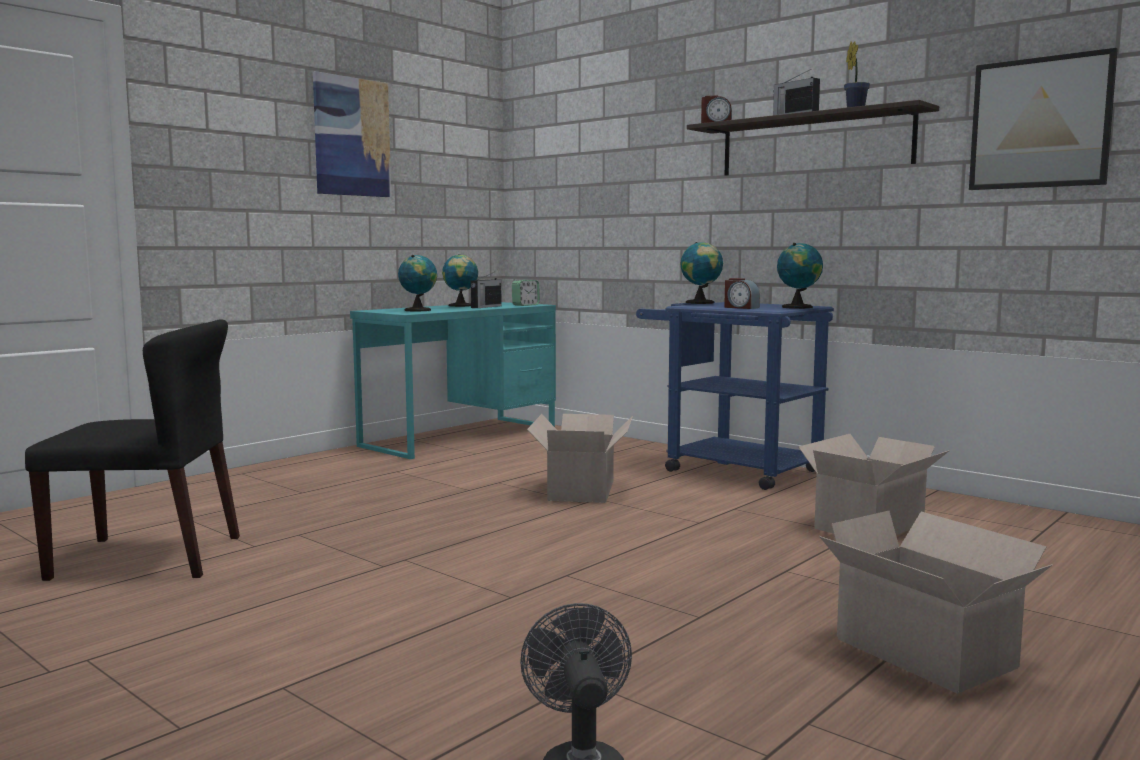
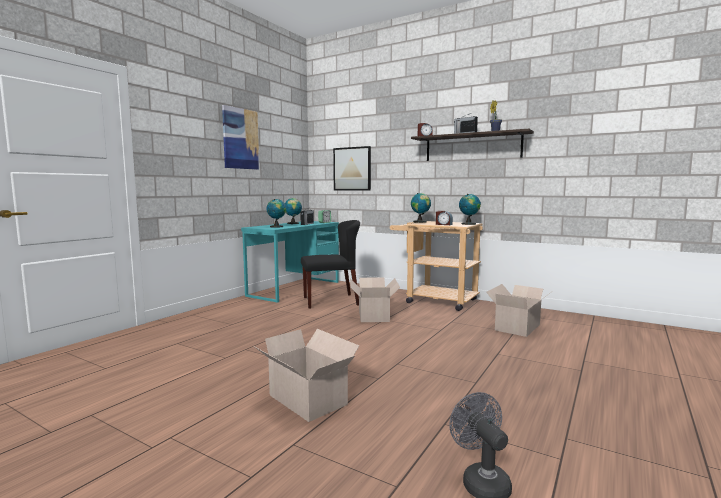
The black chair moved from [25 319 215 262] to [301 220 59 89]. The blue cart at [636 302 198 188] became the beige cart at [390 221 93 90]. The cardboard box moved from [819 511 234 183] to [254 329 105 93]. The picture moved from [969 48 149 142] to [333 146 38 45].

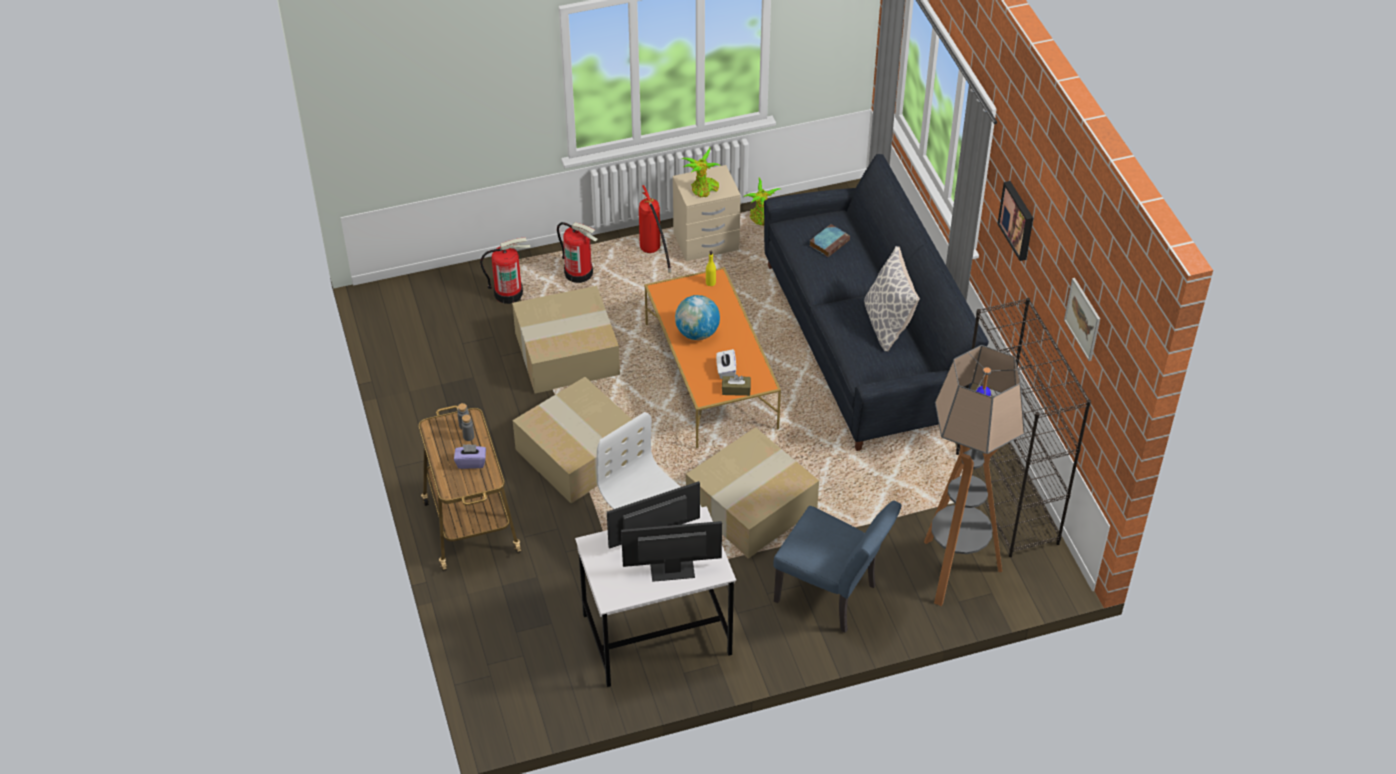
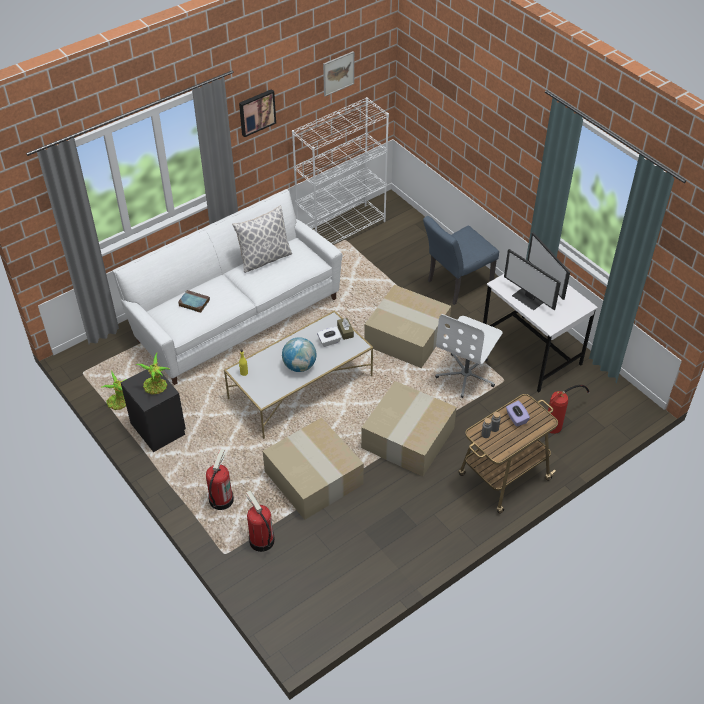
The fire extinguisher moved from [639 185 33 88] to [548 385 42 49]. The orange coffee table at [644 267 137 182] became the white coffee table at [224 310 149 129]. The beige nightstand at [673 165 68 96] became the black nightstand at [121 367 65 85]. The black sofa at [764 154 225 297] became the white sofa at [112 189 230 196]. The blue chair at [773 501 129 131] turned 135 degrees counterclockwise. The floor lamp at [924 345 101 261] disappeared. The black bookcase at [956 298 135 259] became the white bookcase at [292 97 97 147].

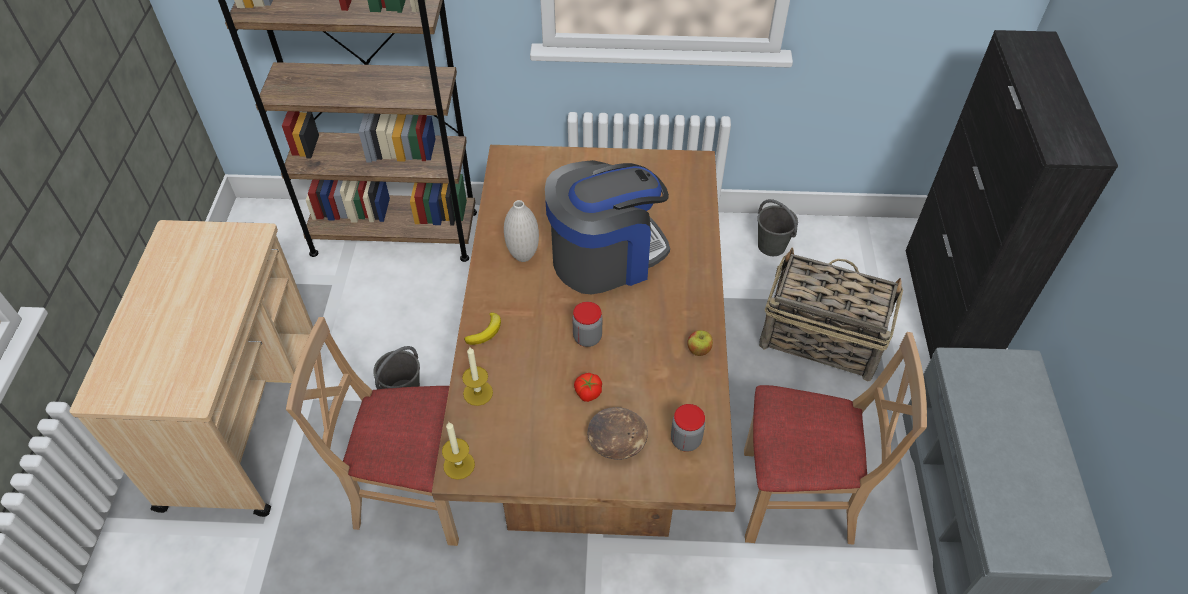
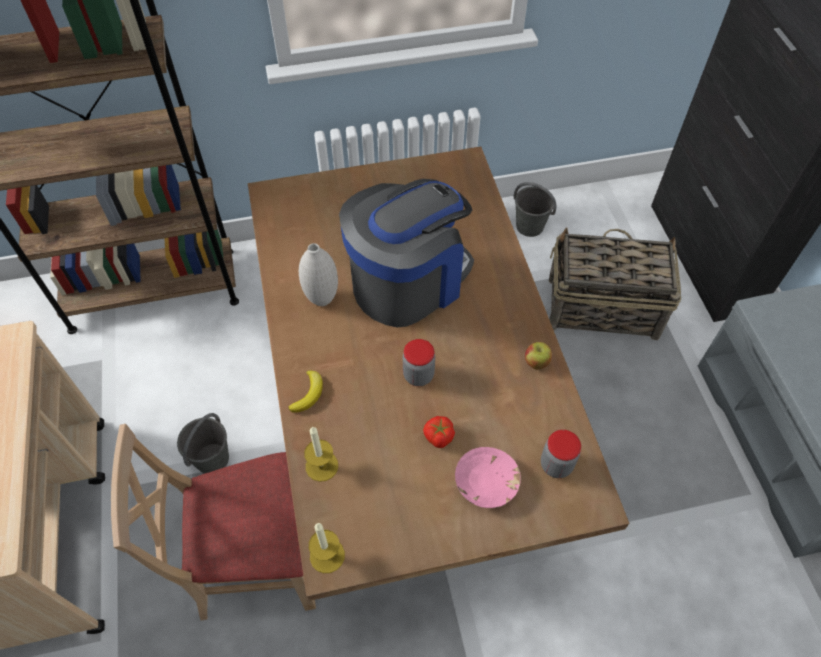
The brown bowl at [588 407 60 53] became the pink bowl at [455 447 66 61]. The beige chair at [744 332 183 213] disappeared.

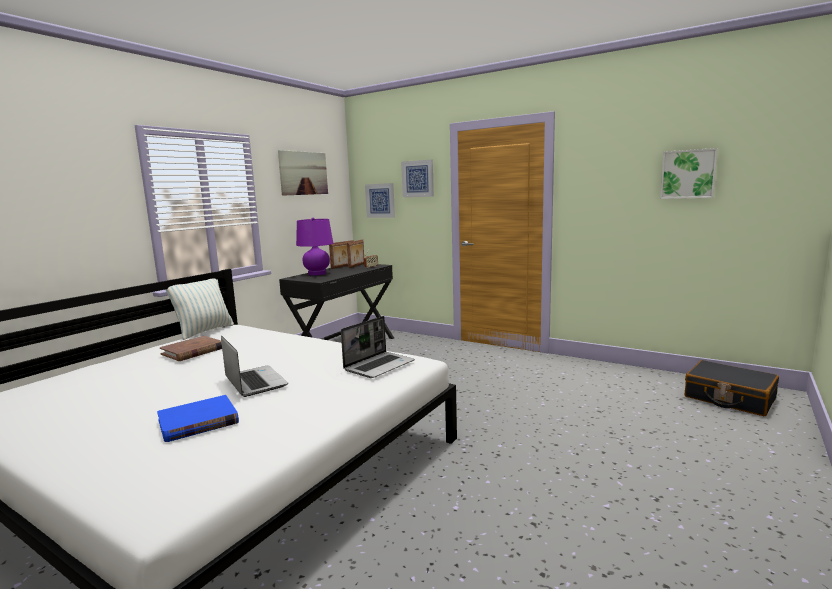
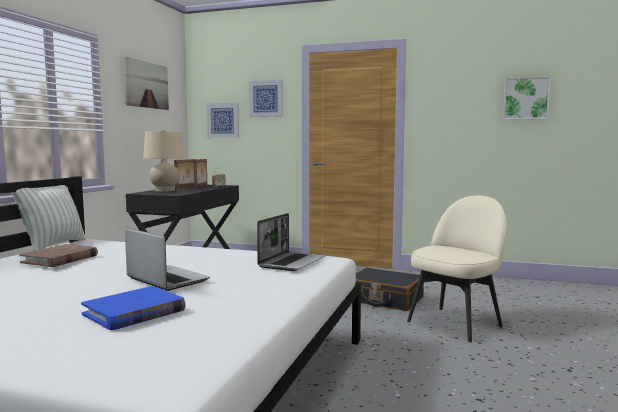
The purple table lamp at [296 218 37 57] became the beige table lamp at [143 129 41 63]. The black suitcase moved from [685 360 94 56] to [356 268 68 43]. The beige chair at [407 195 100 147] appeared.

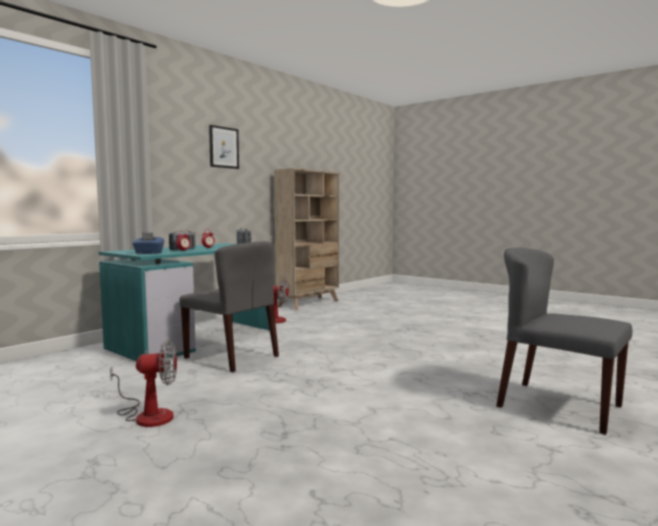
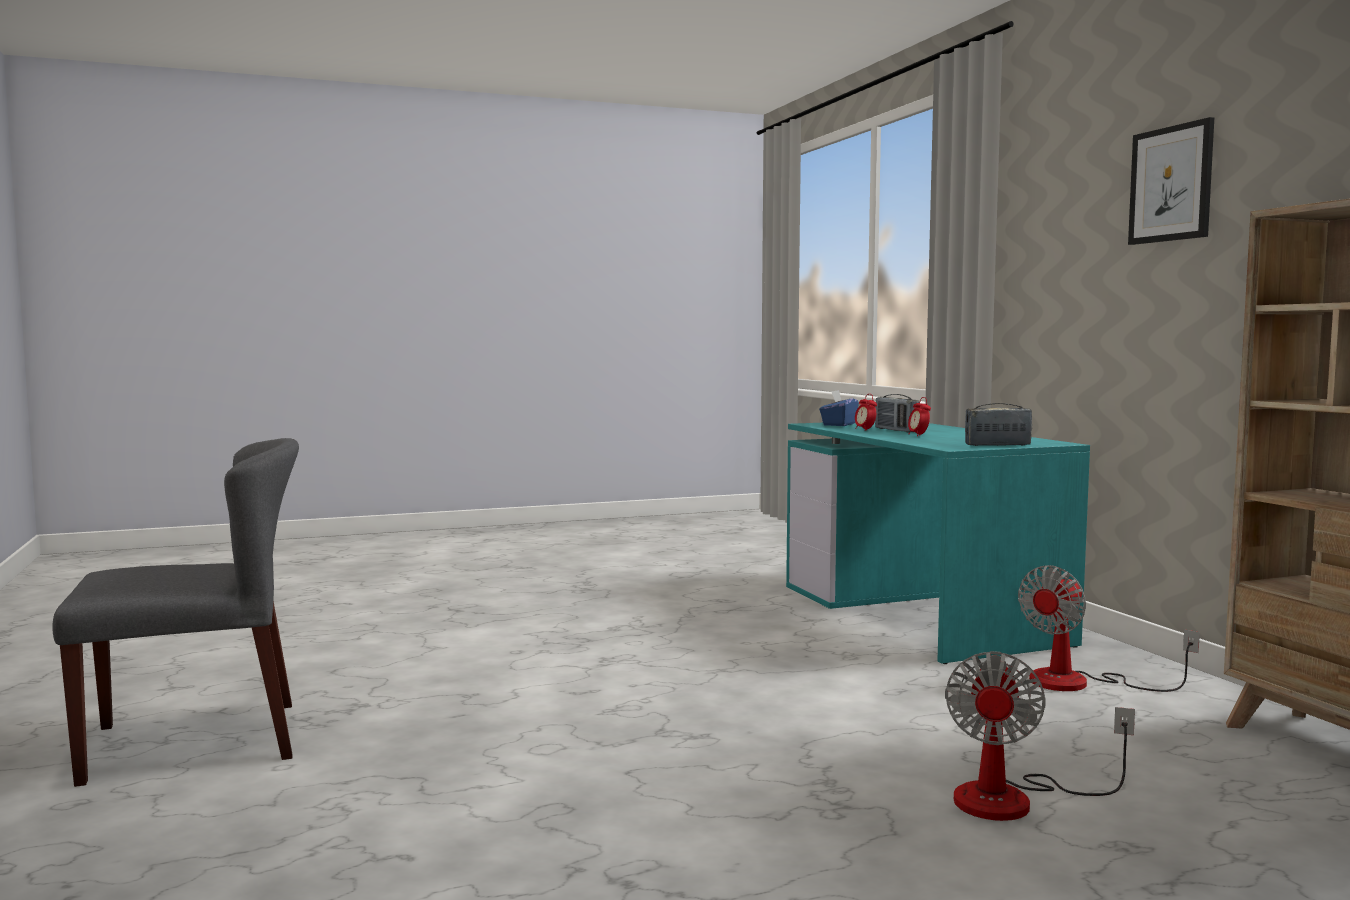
The fan moved from [110 340 67 87] to [945 651 190 170]. The grey chair at [180 241 99 131] disappeared.

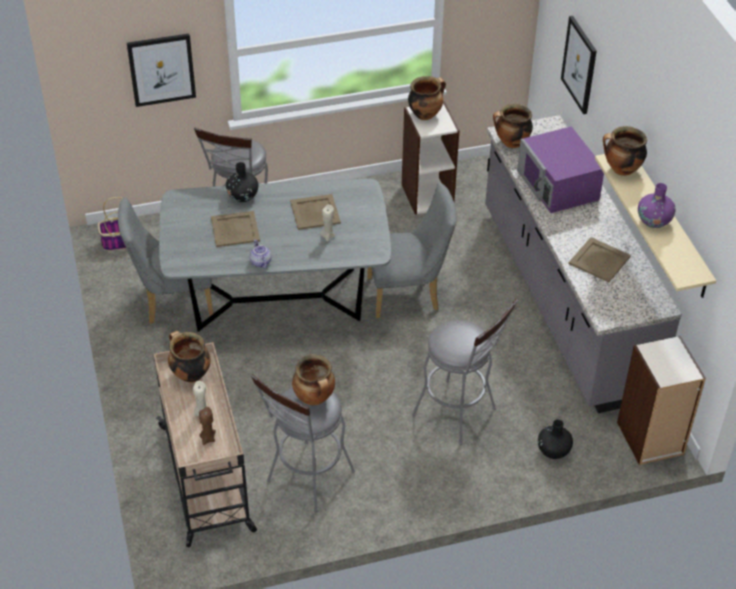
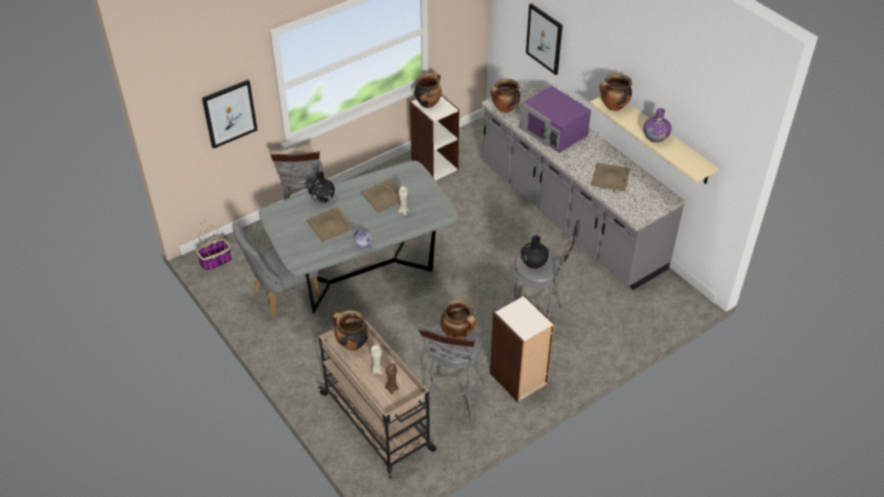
The grey chair at [367 183 90 135] disappeared. The black vase moved from [538 419 35 40] to [521 235 28 33]. The bookcase moved from [617 336 89 129] to [490 295 65 107].

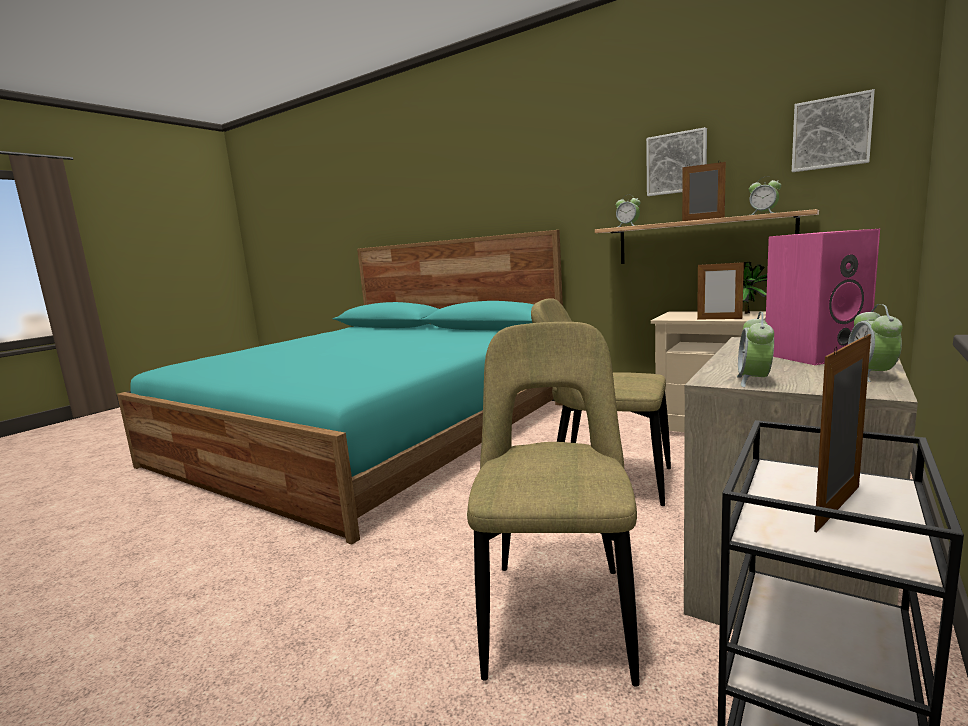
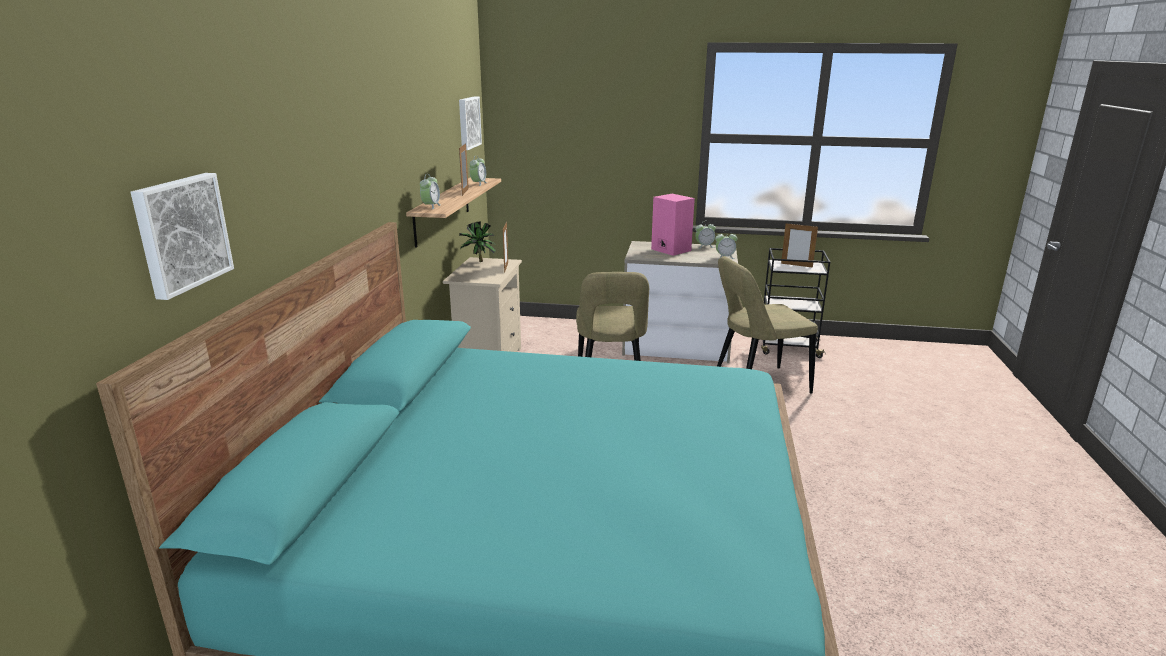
The picture moved from [646 127 61 69] to [131 173 103 127].

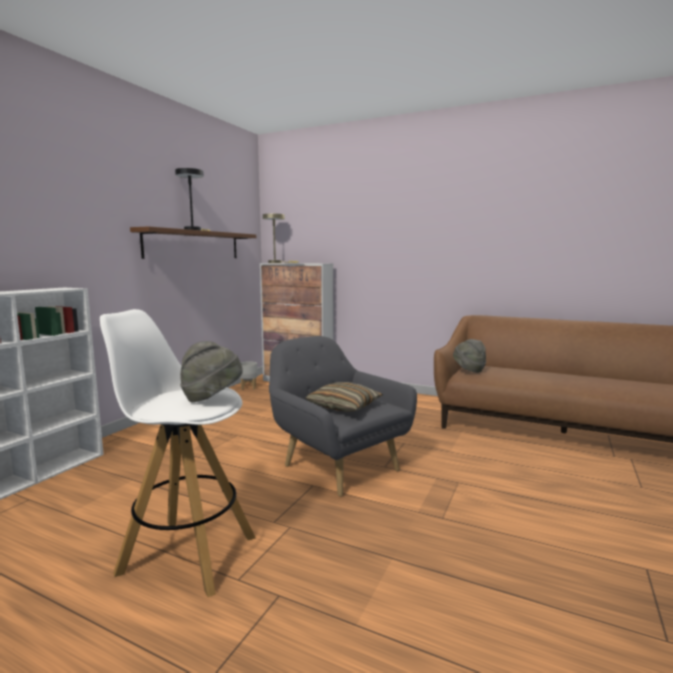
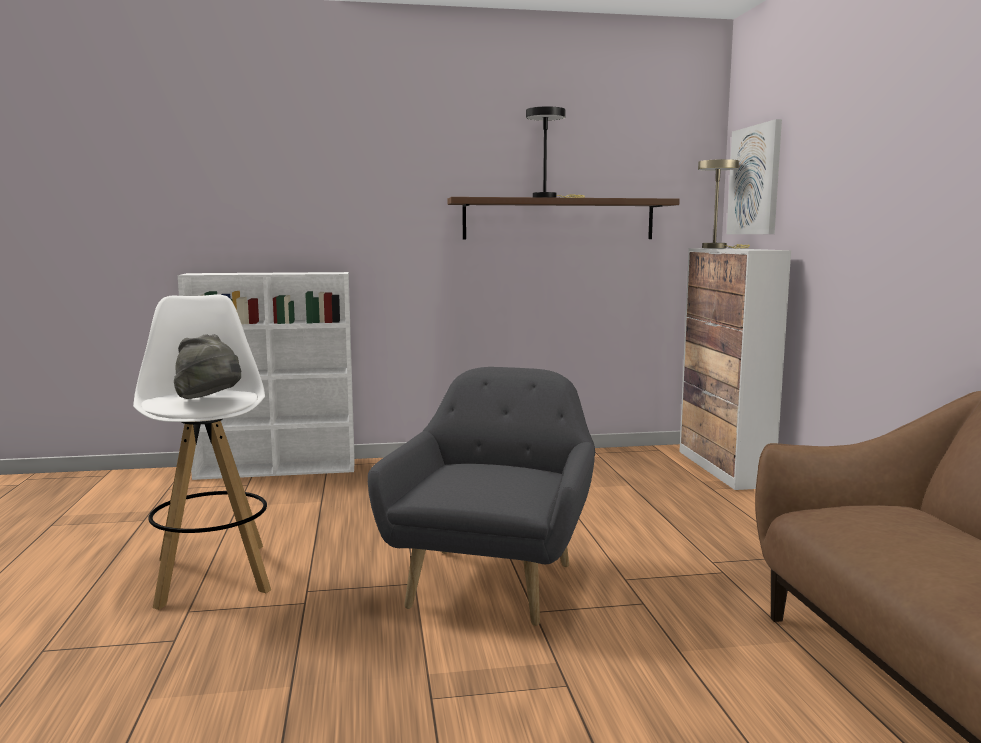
The grey planter at [239 361 19 29] disappeared. The pillow at [305 382 78 30] disappeared. The grey hat at [453 339 33 34] disappeared. The picture at [727 119 55 115] appeared.

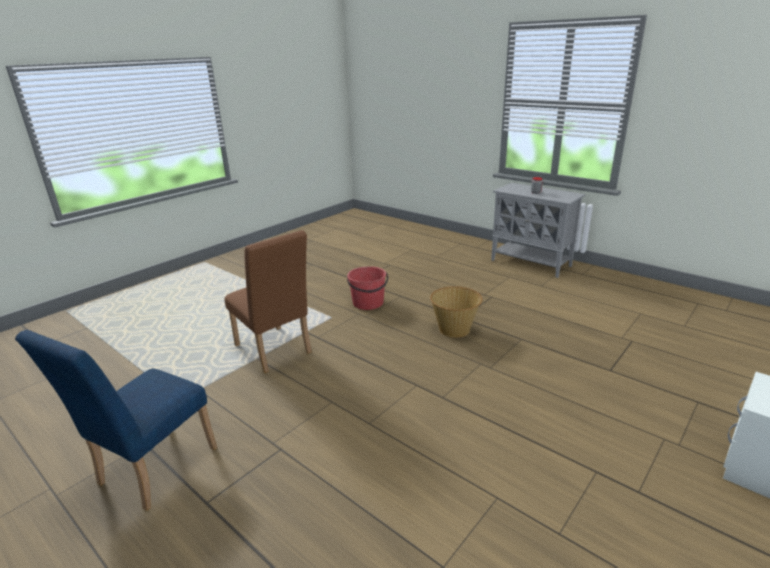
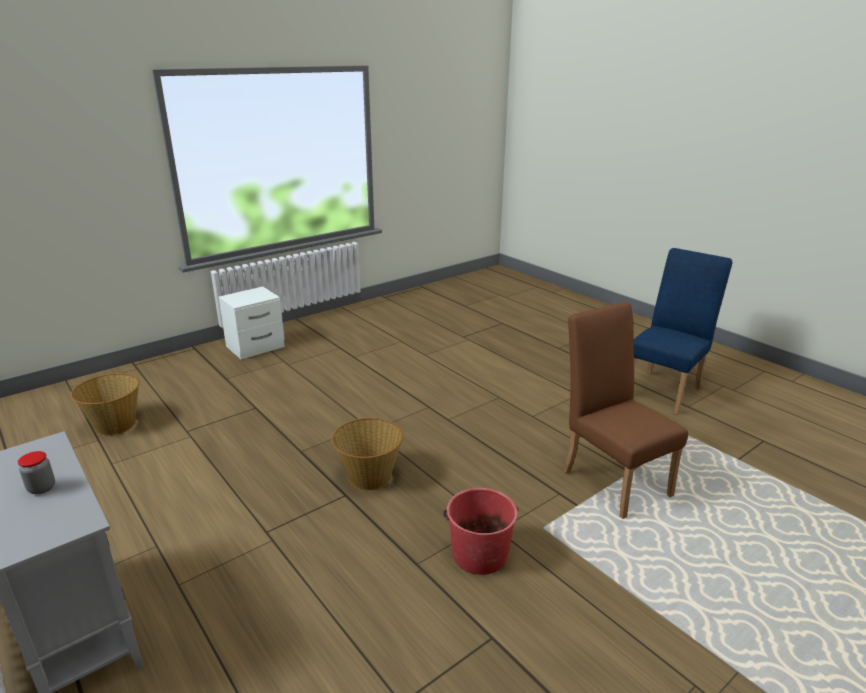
The basket at [70 373 70 63] appeared.

